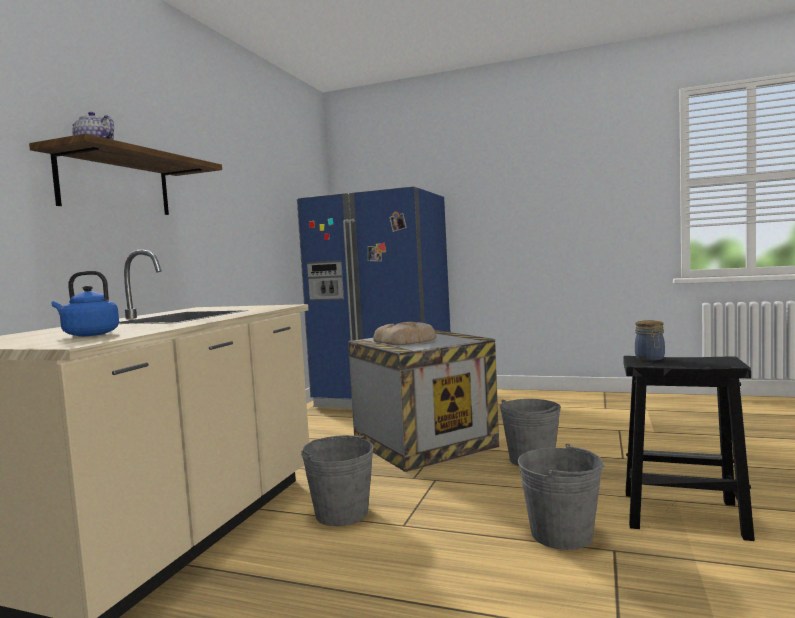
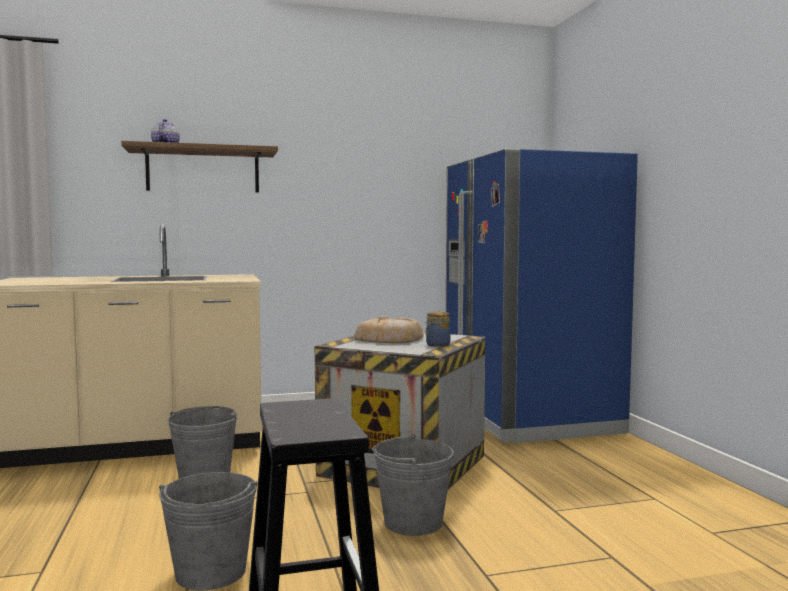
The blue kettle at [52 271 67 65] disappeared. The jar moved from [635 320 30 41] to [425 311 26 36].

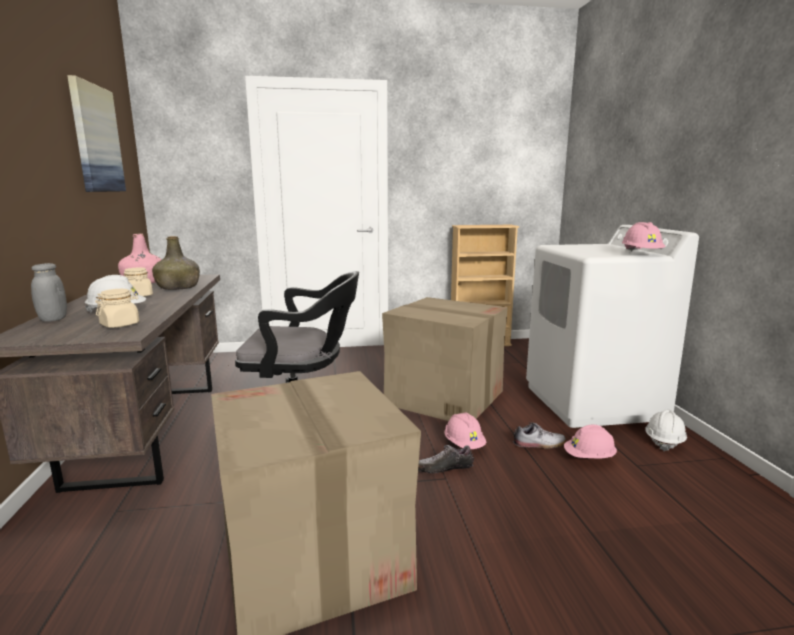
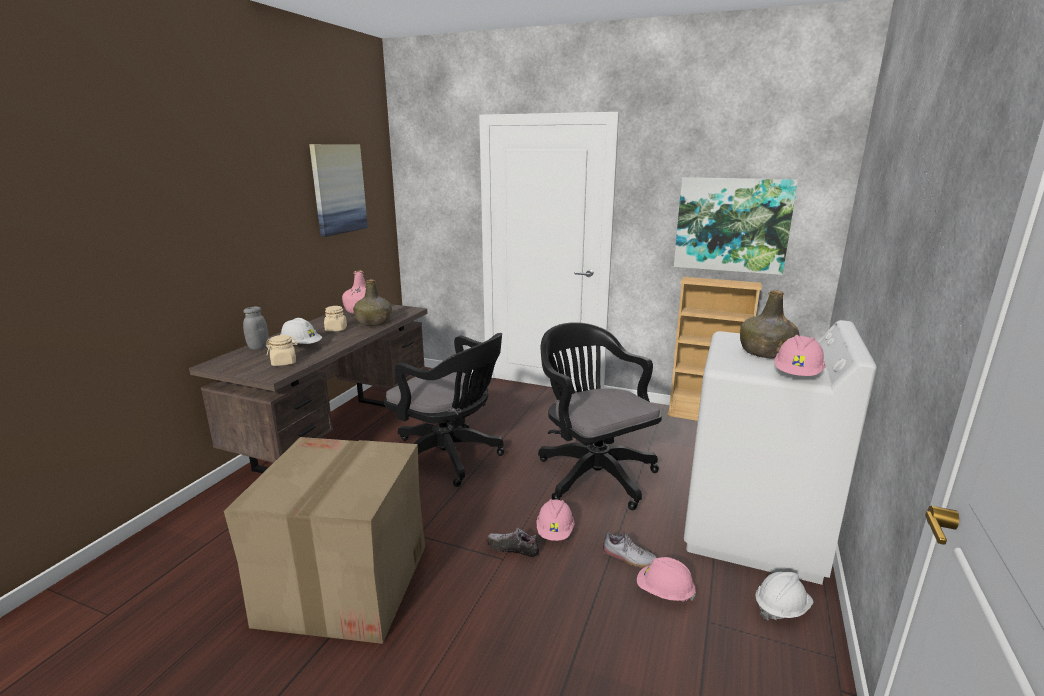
The cardboard box at [382 297 126 124] was replaced by the black office chair at [538 322 124 188]. The picture at [674 177 124 98] appeared. The green bottle at [740 290 60 68] appeared.

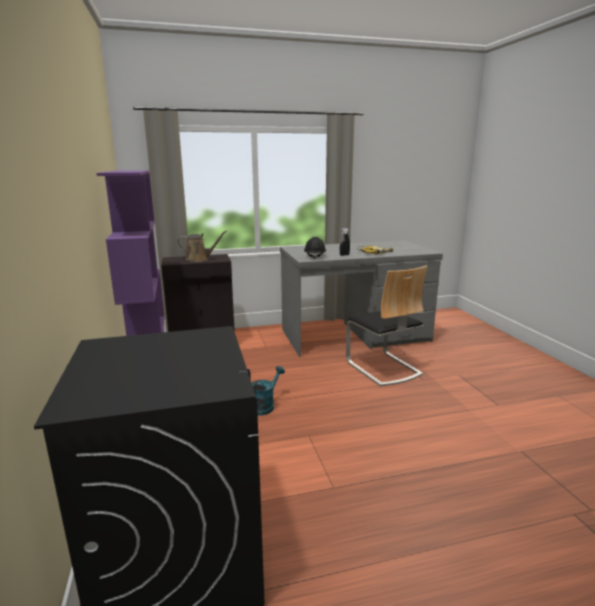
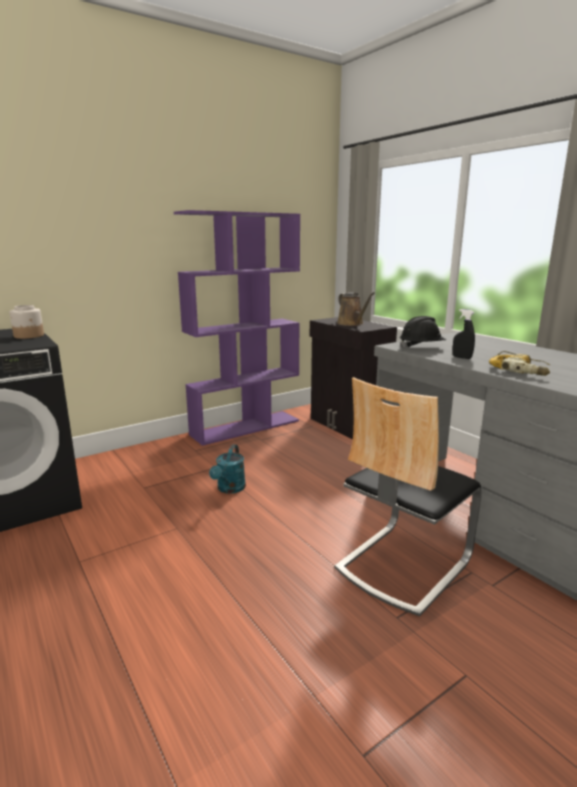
The turquoise watering can at [252 366 33 50] turned 90 degrees clockwise. The jar at [9 305 35 34] appeared.

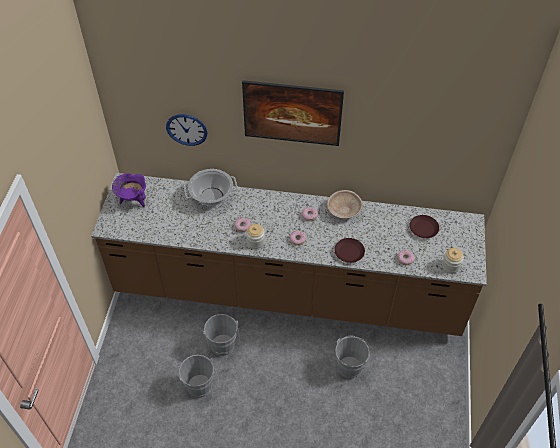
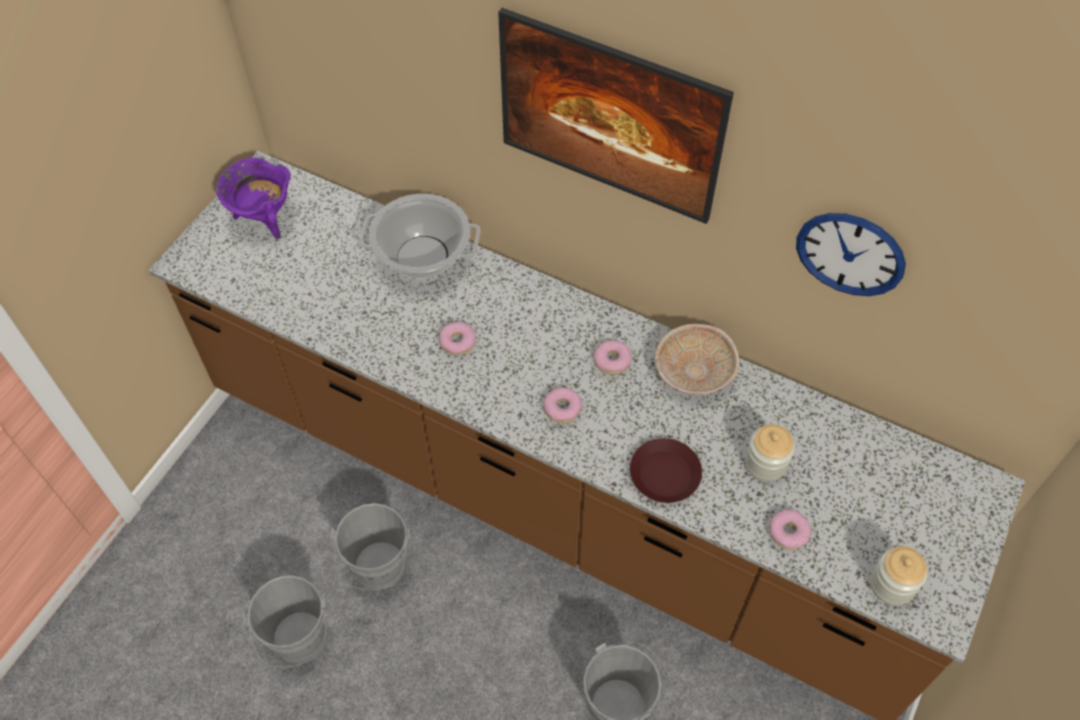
The wall clock moved from [166 114 41 32] to [796 213 110 83]. The jar moved from [246 224 19 25] to [745 424 50 58]. The brown plate at [409 215 30 23] disappeared.

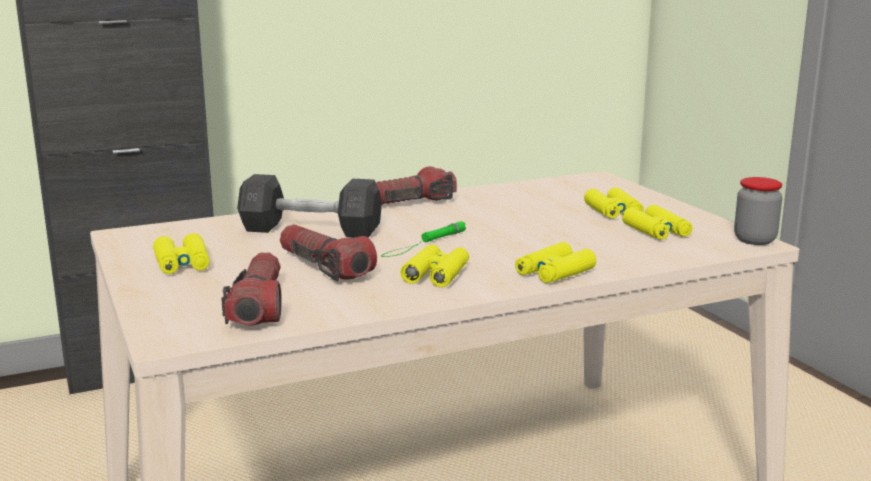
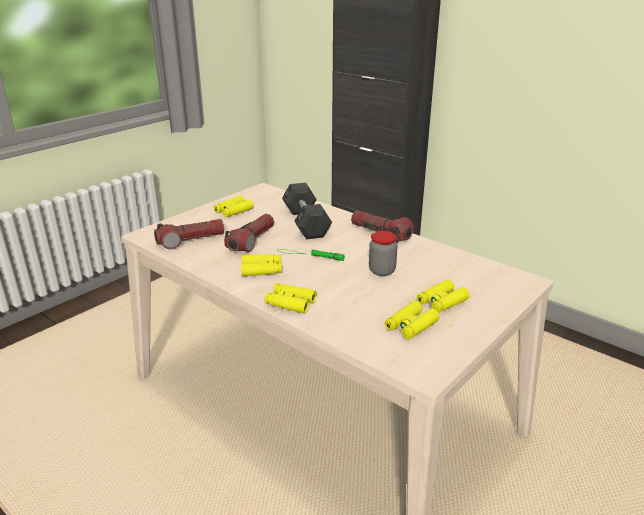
The jar moved from [734 177 48 68] to [369 231 29 45].

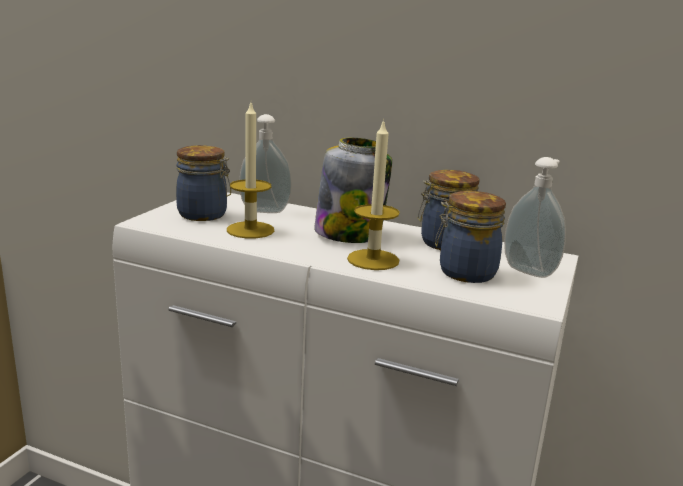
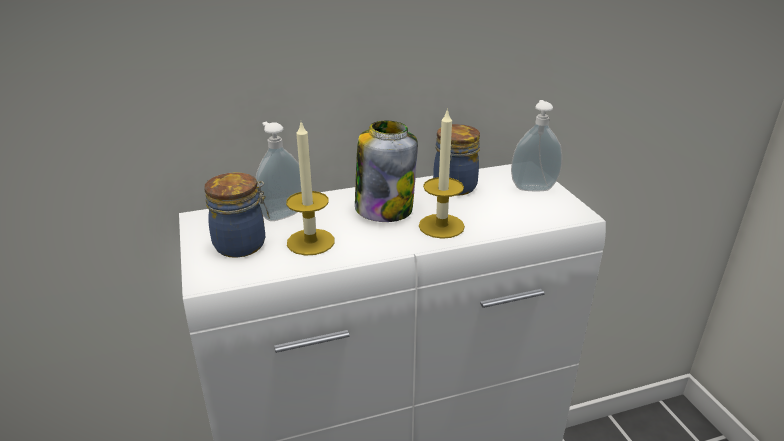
The jar at [435 191 71 92] disappeared.

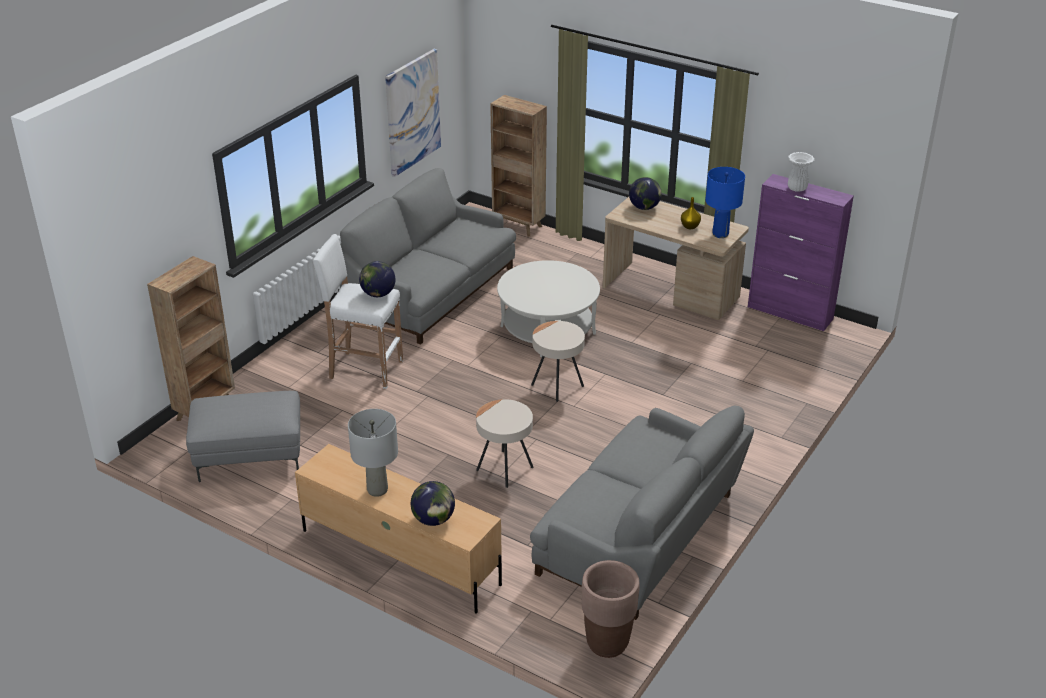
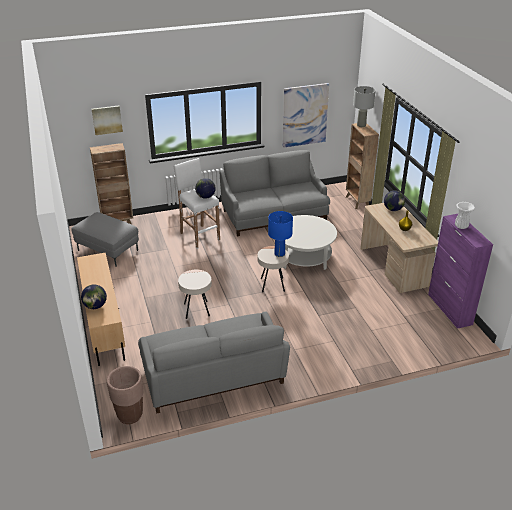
The grey table lamp moved from [348 409 50 88] to [353 86 23 41]. The blue table lamp moved from [705 167 40 71] to [268 211 25 46]. The picture at [92 106 31 29] appeared.

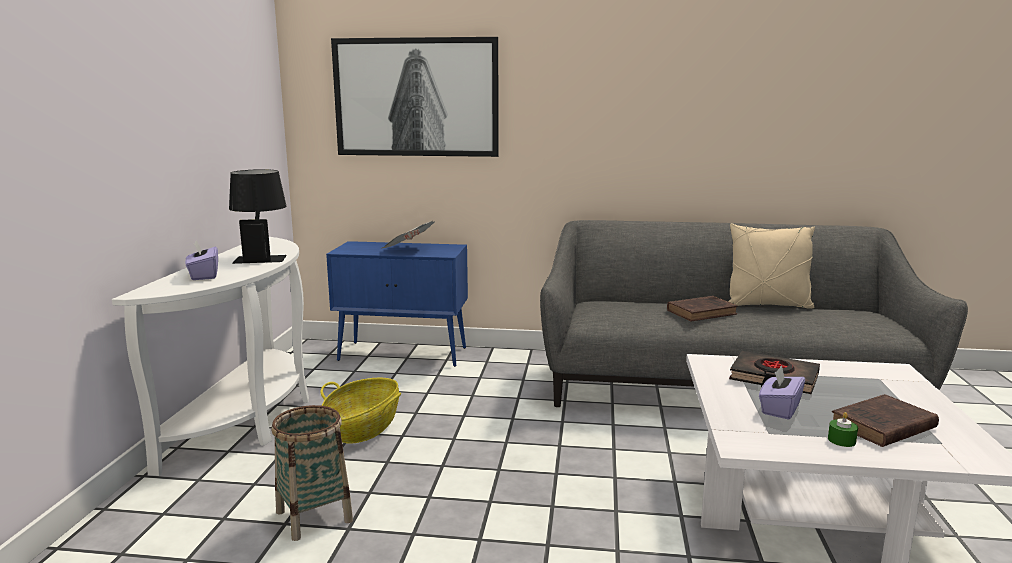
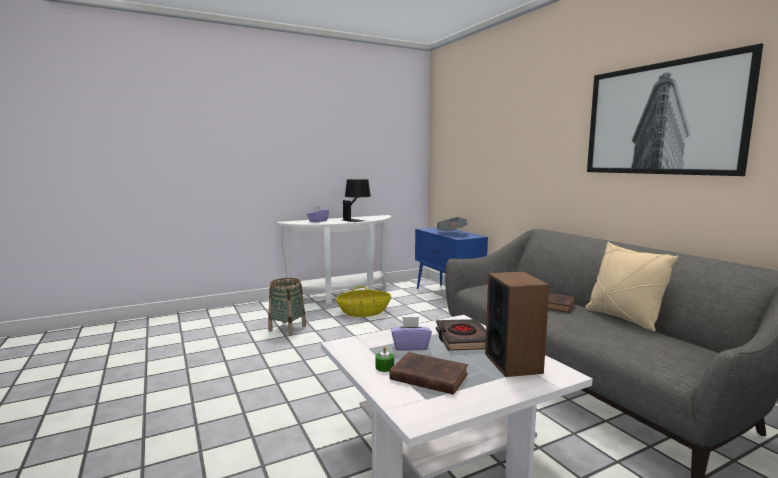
The picture moved from [331 37 168 120] to [587 43 176 133]. The speaker at [485 271 65 106] appeared.

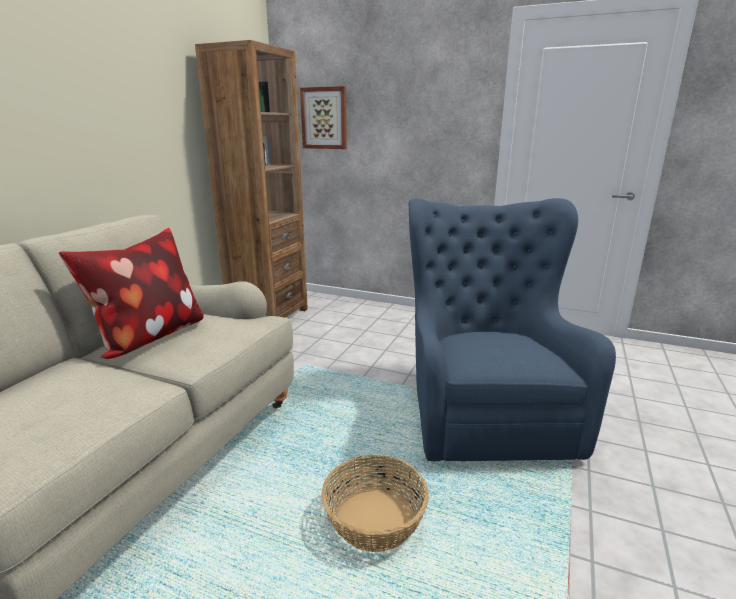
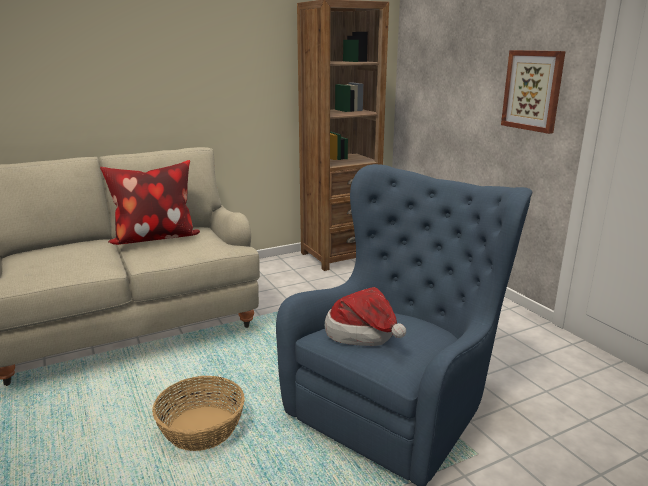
The picture moved from [300 86 47 63] to [501 50 64 84]. The hat at [325 287 81 59] appeared.

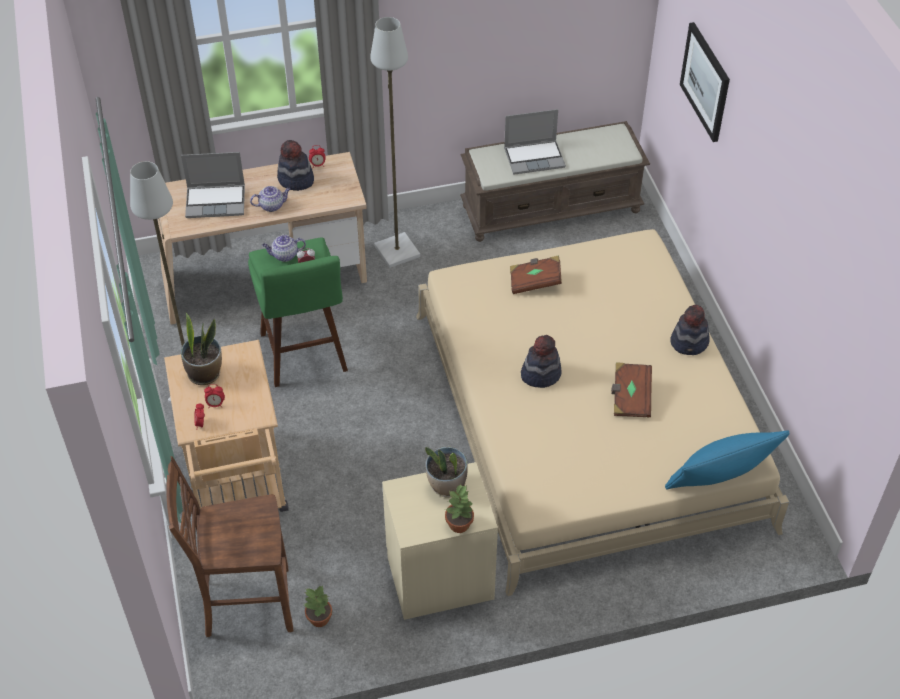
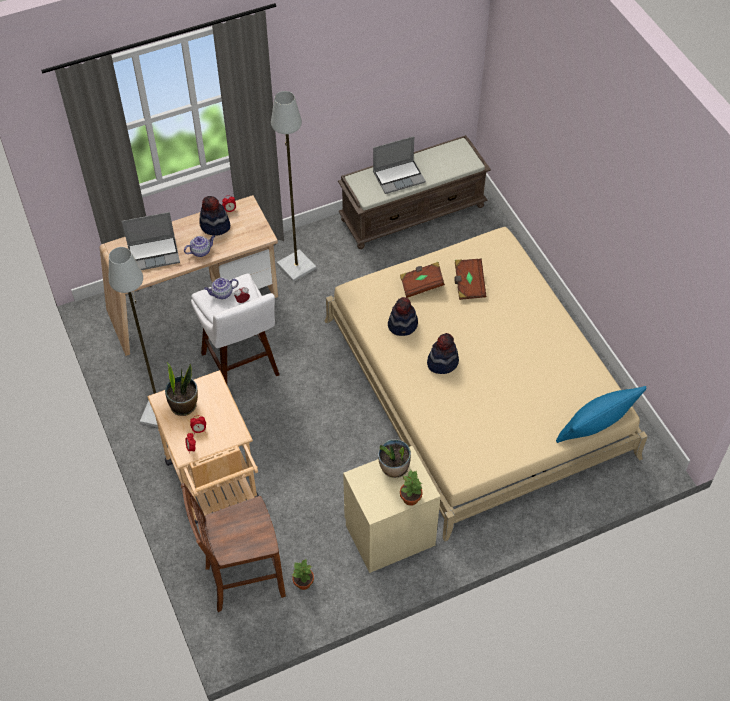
The green stool at [248 237 100 150] became the white stool at [191 273 89 111]. The brown book moved from [611 362 41 55] to [454 258 32 42]. The hat moved from [670 305 40 50] to [388 297 30 39]. The picture at [680 22 50 120] disappeared.

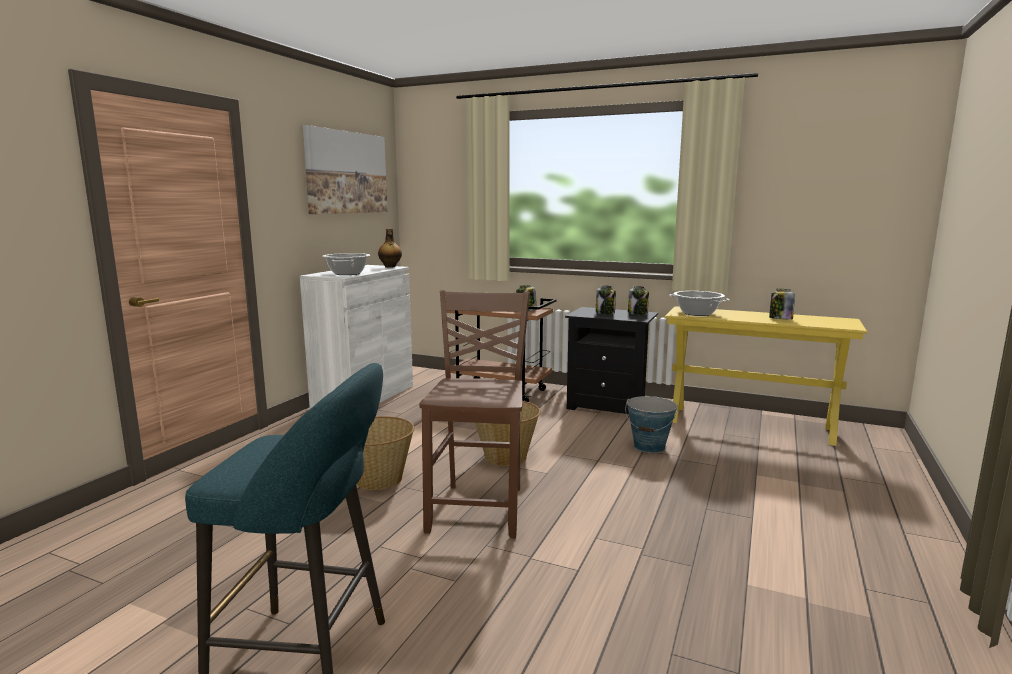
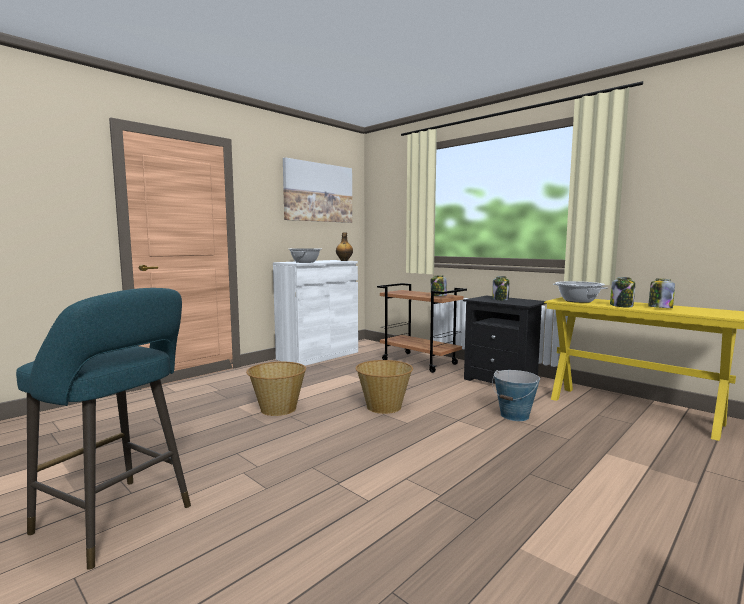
The brown chair at [419 290 111 248] disappeared. The jar moved from [628 286 21 29] to [610 277 25 30].

